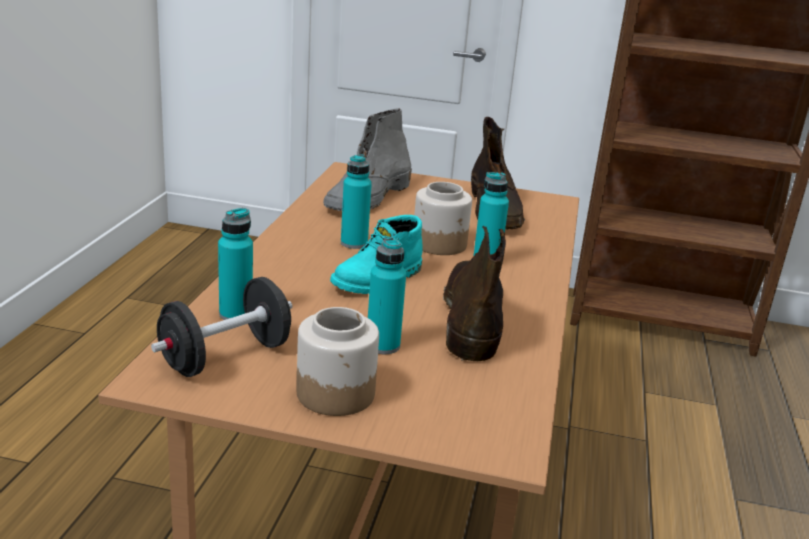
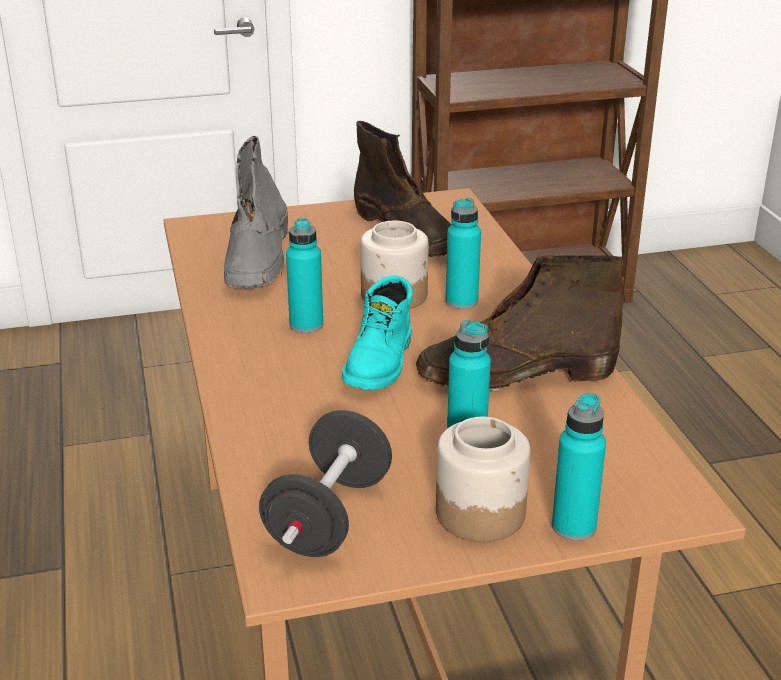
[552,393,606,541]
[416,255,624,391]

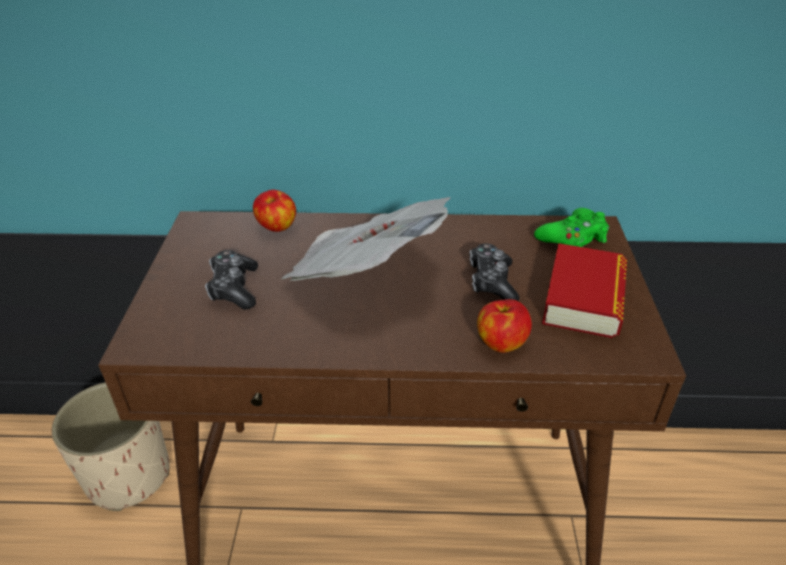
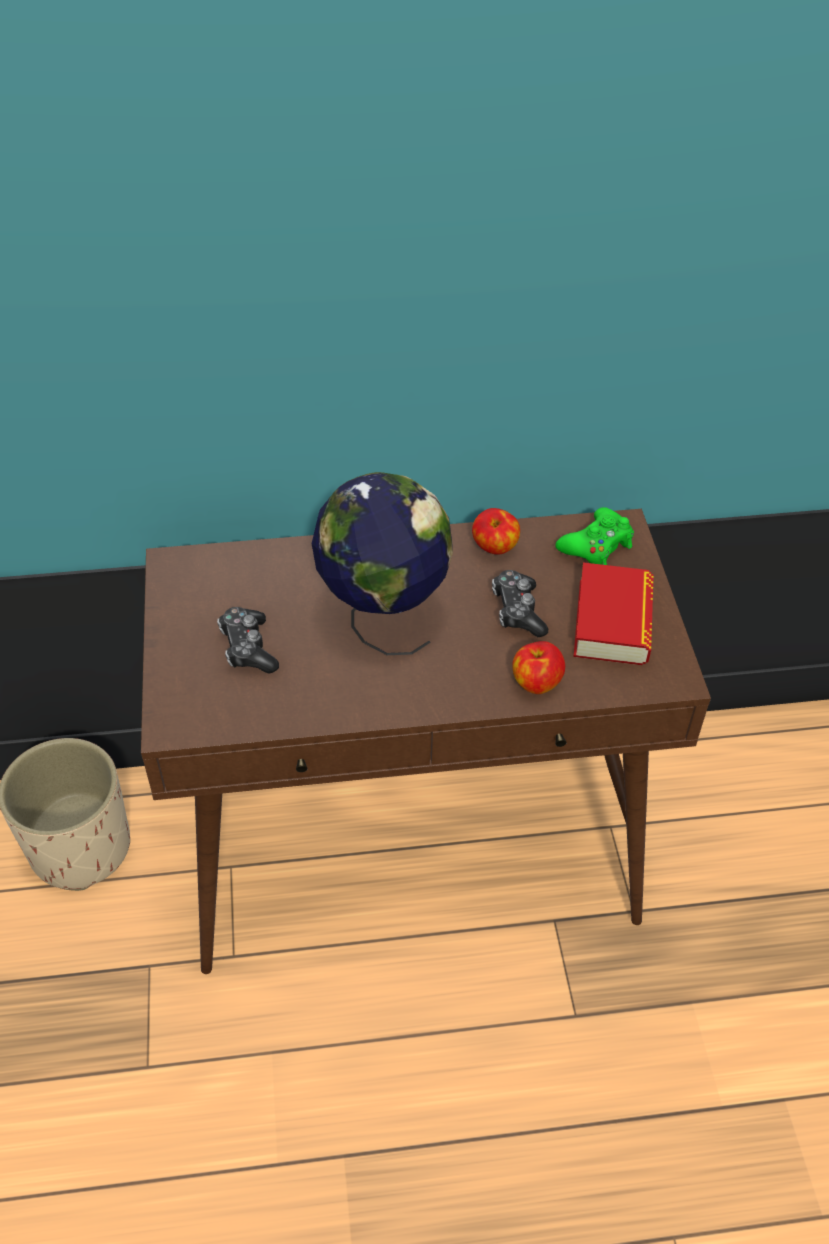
[472,508,520,555]
[312,472,453,655]

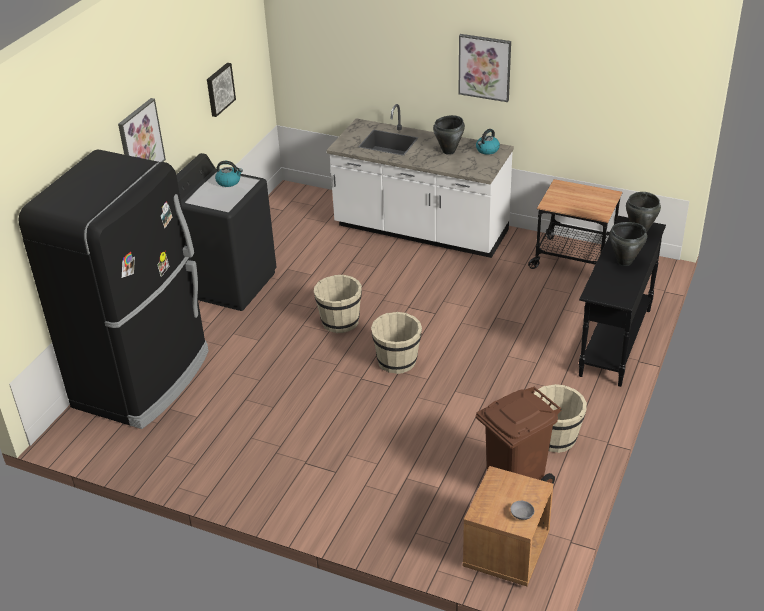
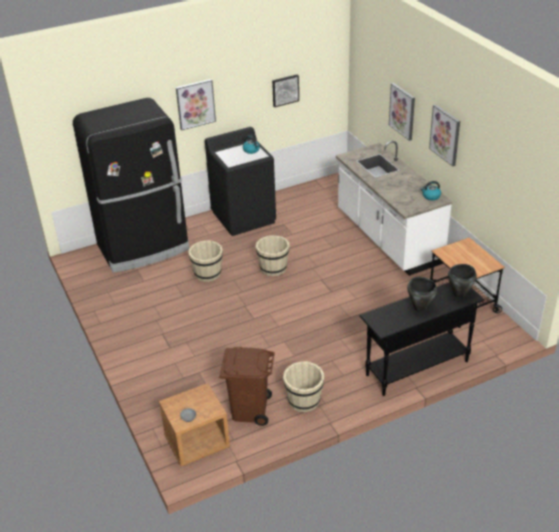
[188,240,223,282]
[433,115,465,155] (first image)
[389,83,415,141]

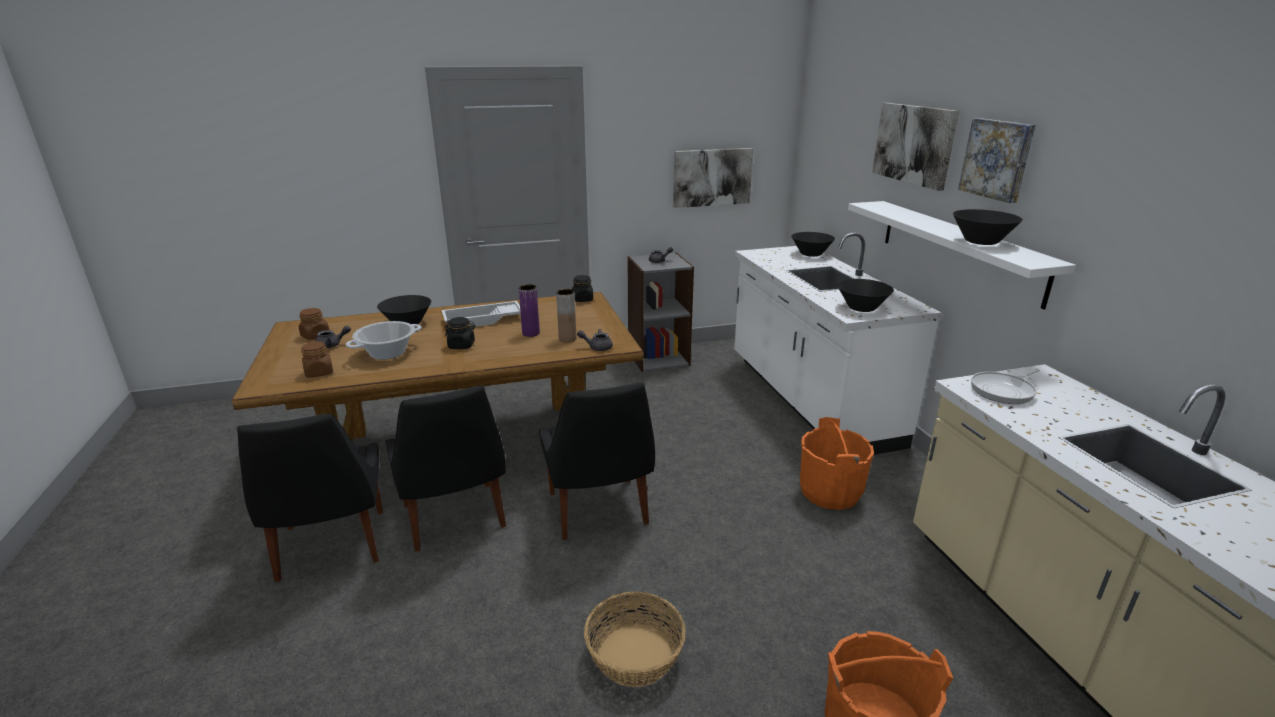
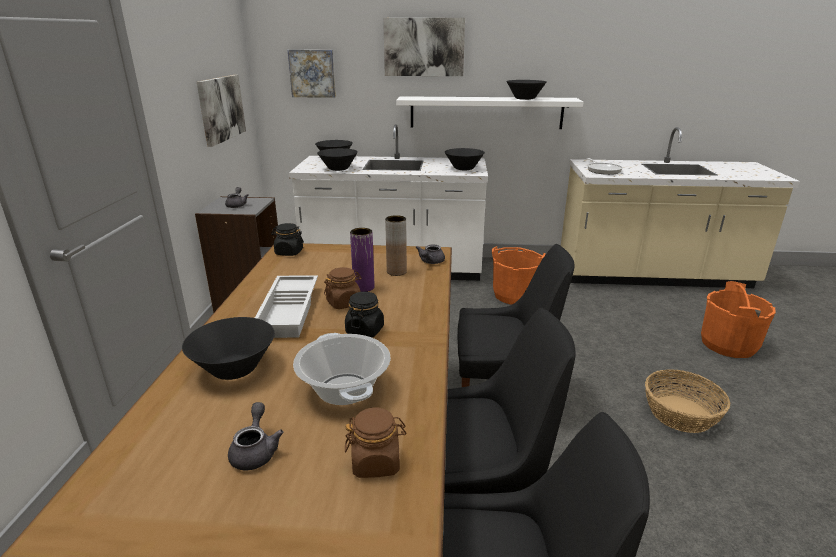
[324,267,362,309]
[288,50,336,98]
[317,148,358,171]

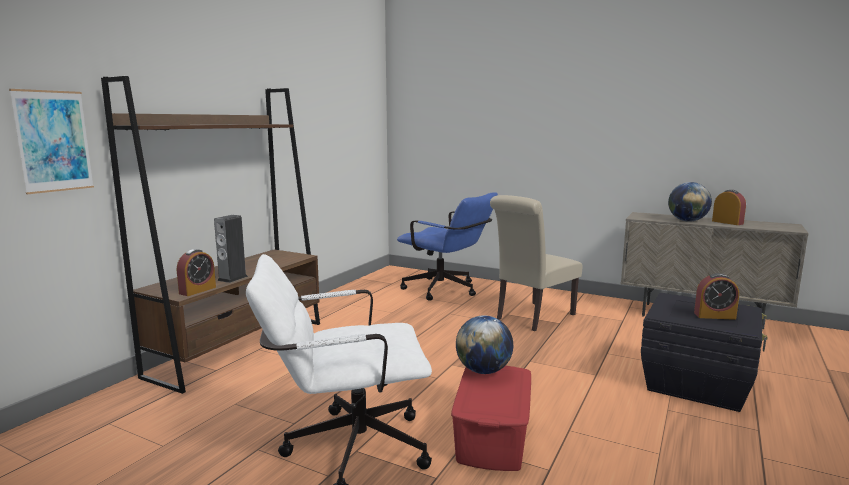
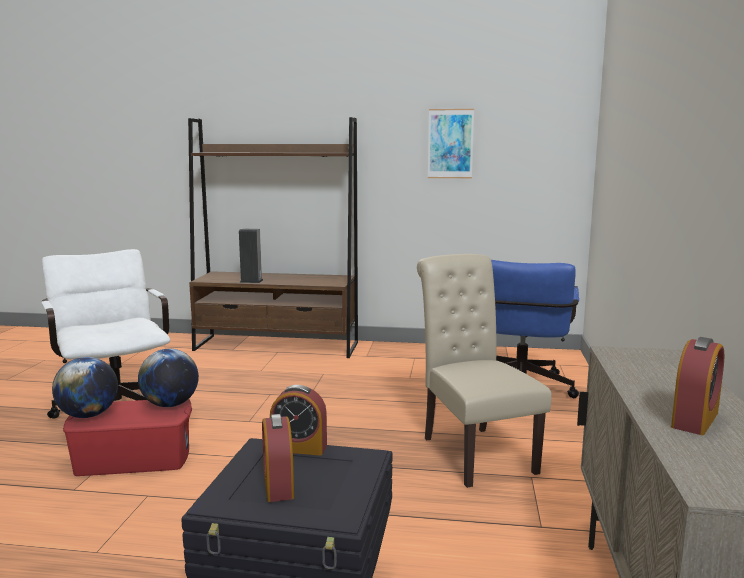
[428,109,474,178]
[270,385,327,456]
[417,254,552,488]
[52,357,118,418]

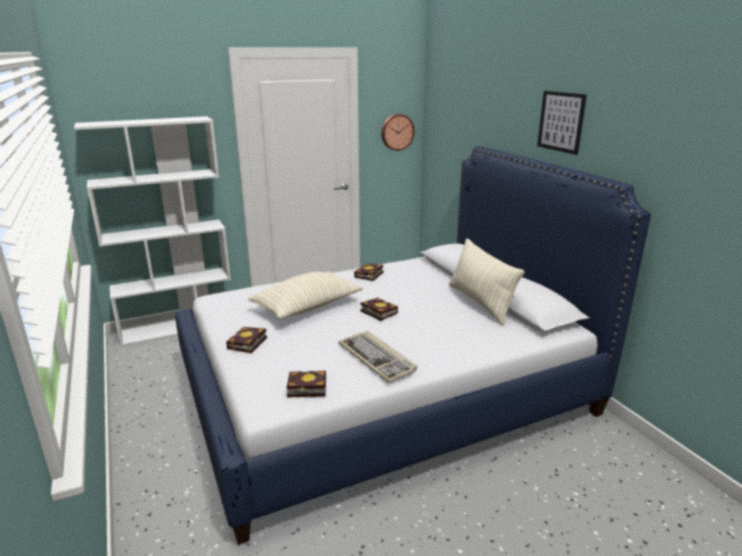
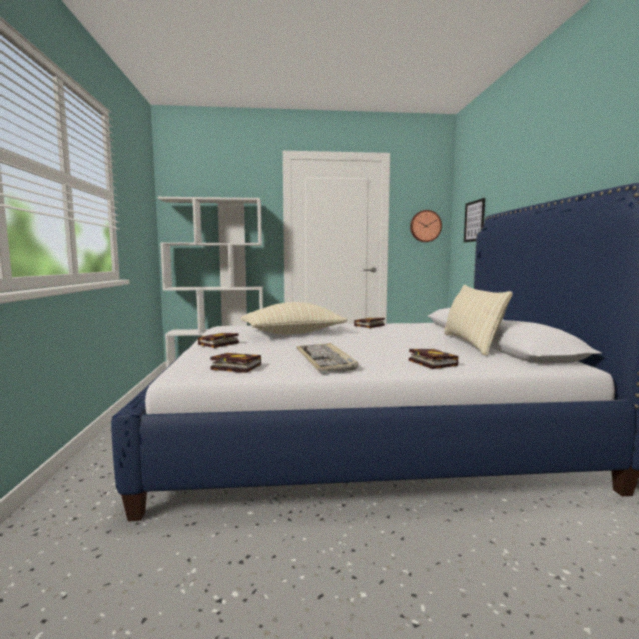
[409,349,459,369]
[464,198,485,242]

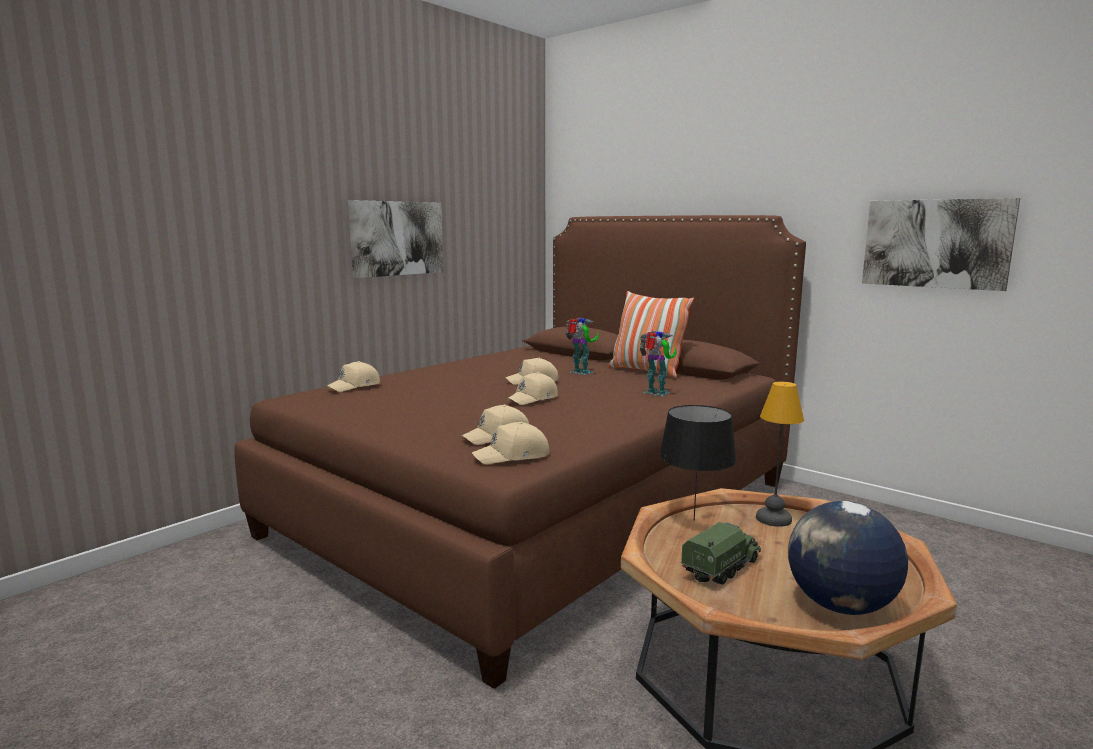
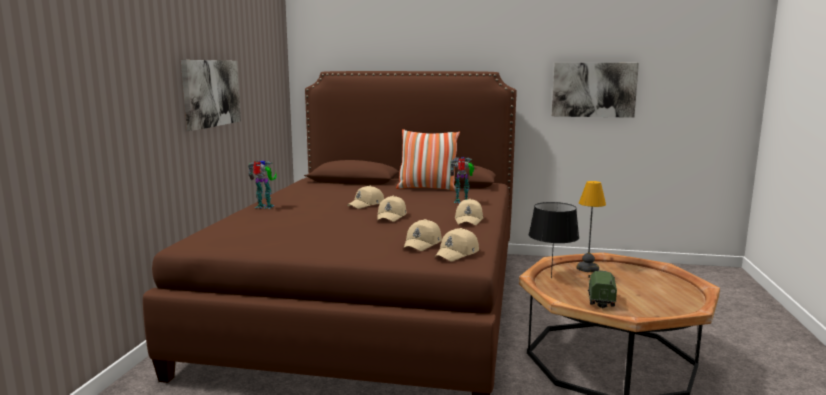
[455,199,483,225]
[248,160,277,209]
[788,501,908,615] (first image)

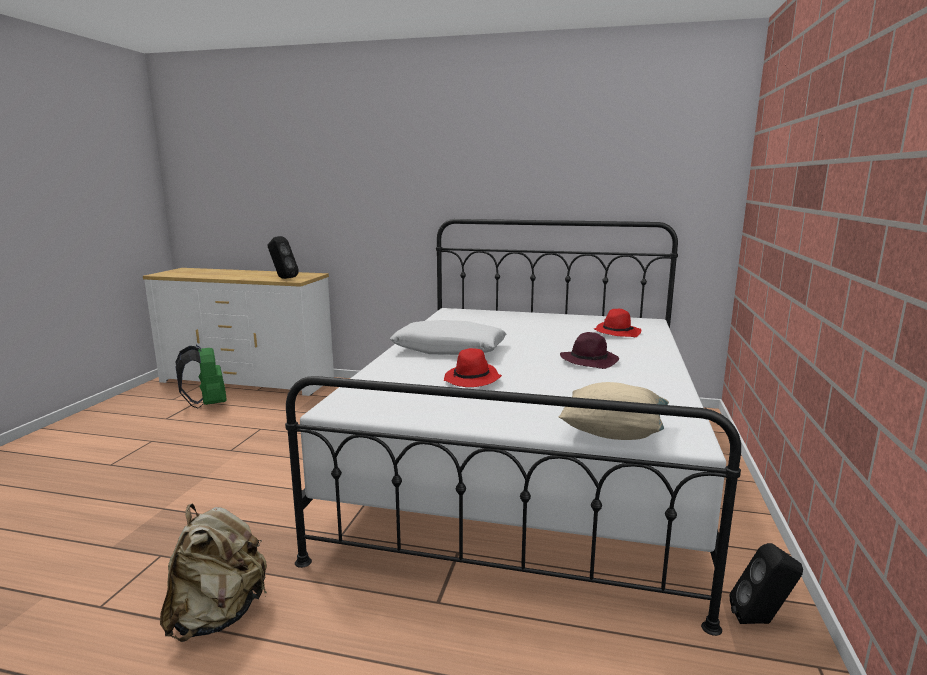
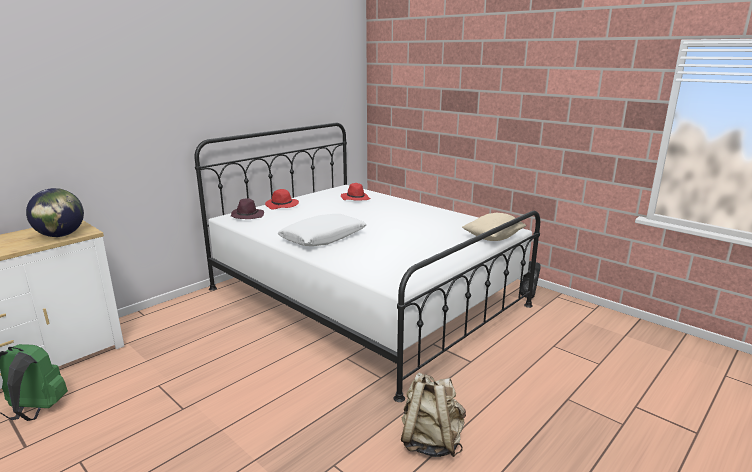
[26,188,84,237]
[265,189,299,210]
[231,198,264,219]

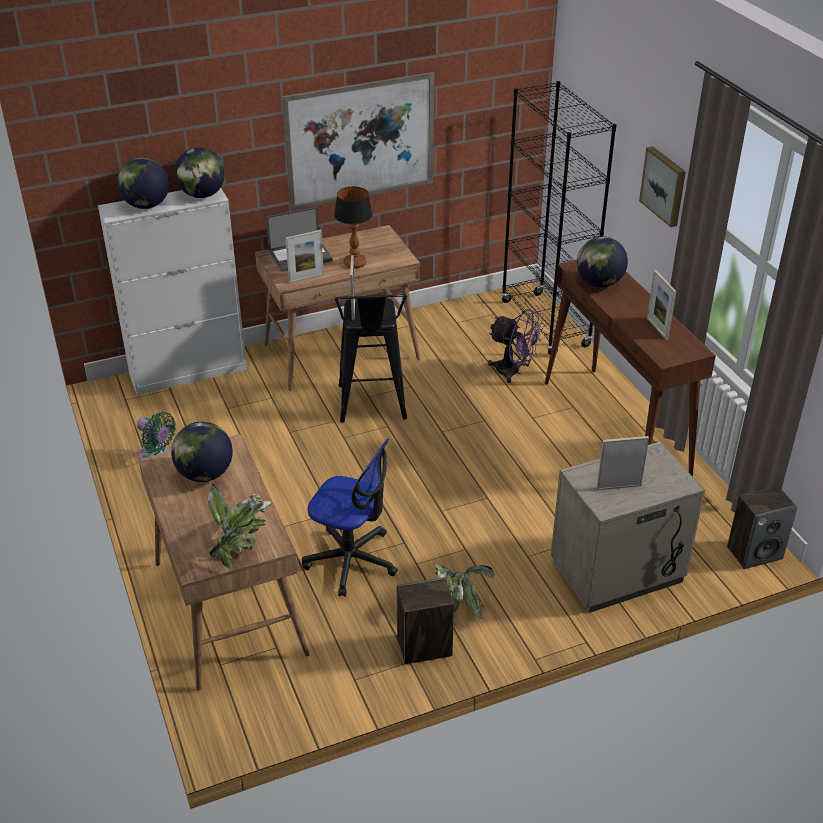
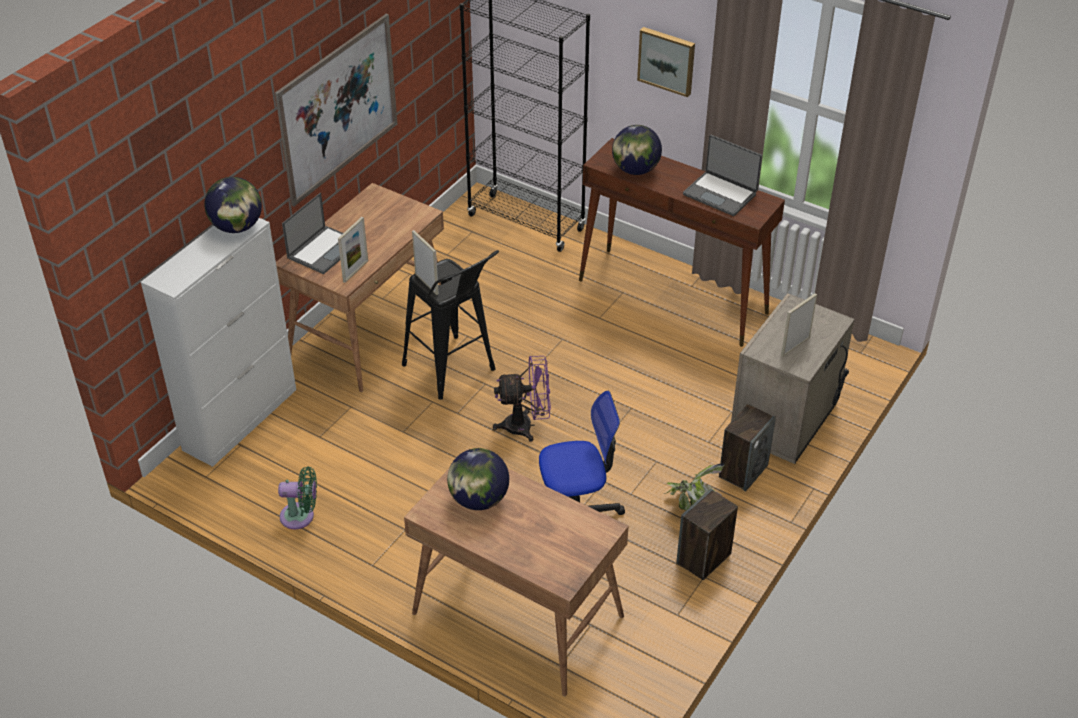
[117,157,169,209] (first image)
[207,484,272,569] (first image)
[334,186,373,268] (first image)
[493,356,551,442]
[683,135,762,216]
[719,404,776,491]

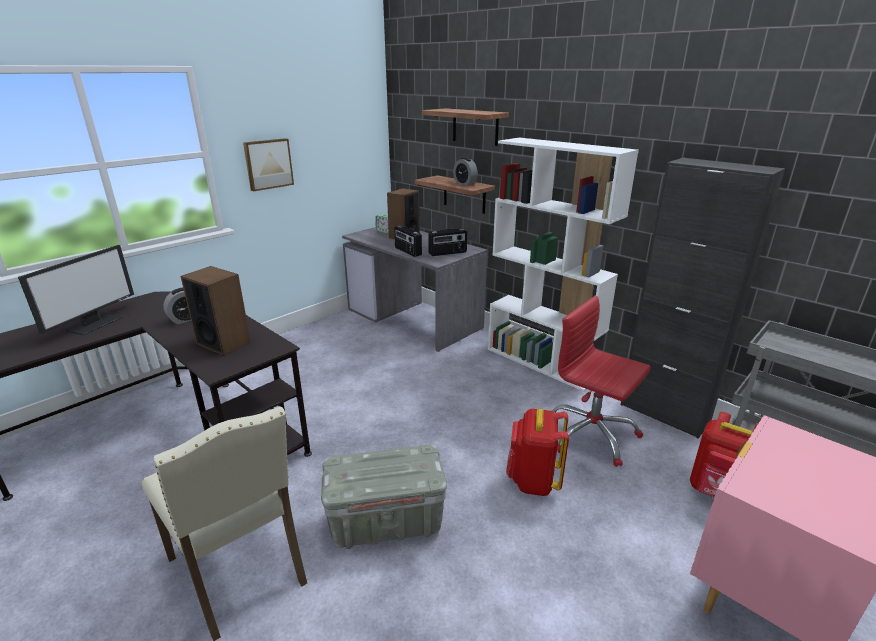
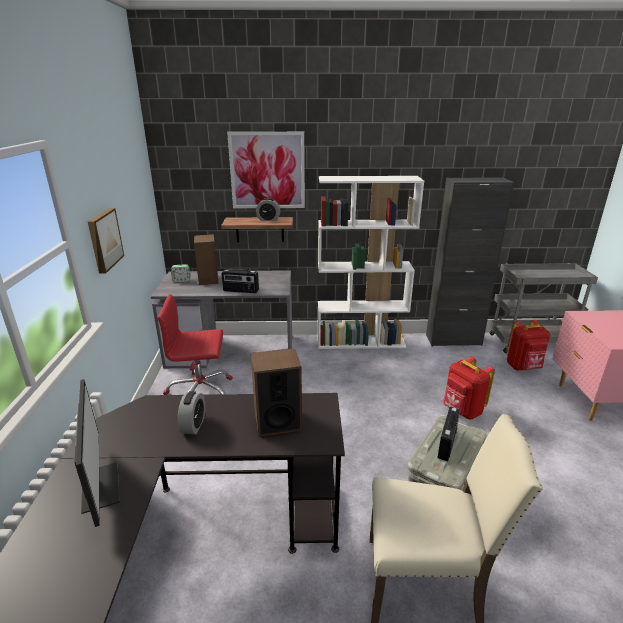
[227,132,305,208]
[437,407,460,461]
[158,294,233,395]

